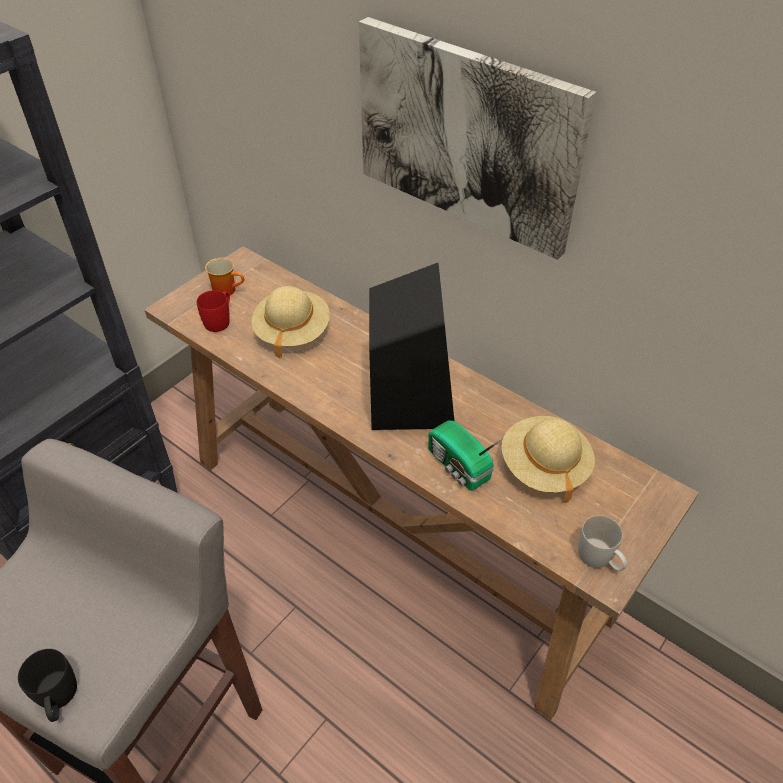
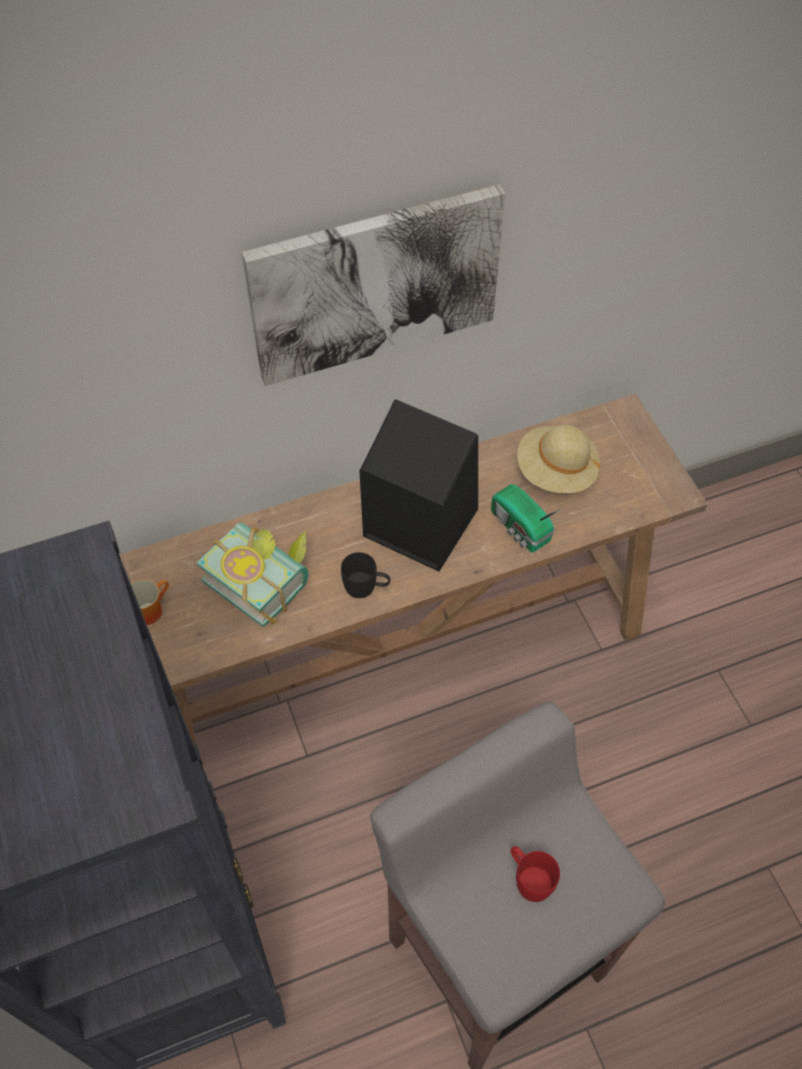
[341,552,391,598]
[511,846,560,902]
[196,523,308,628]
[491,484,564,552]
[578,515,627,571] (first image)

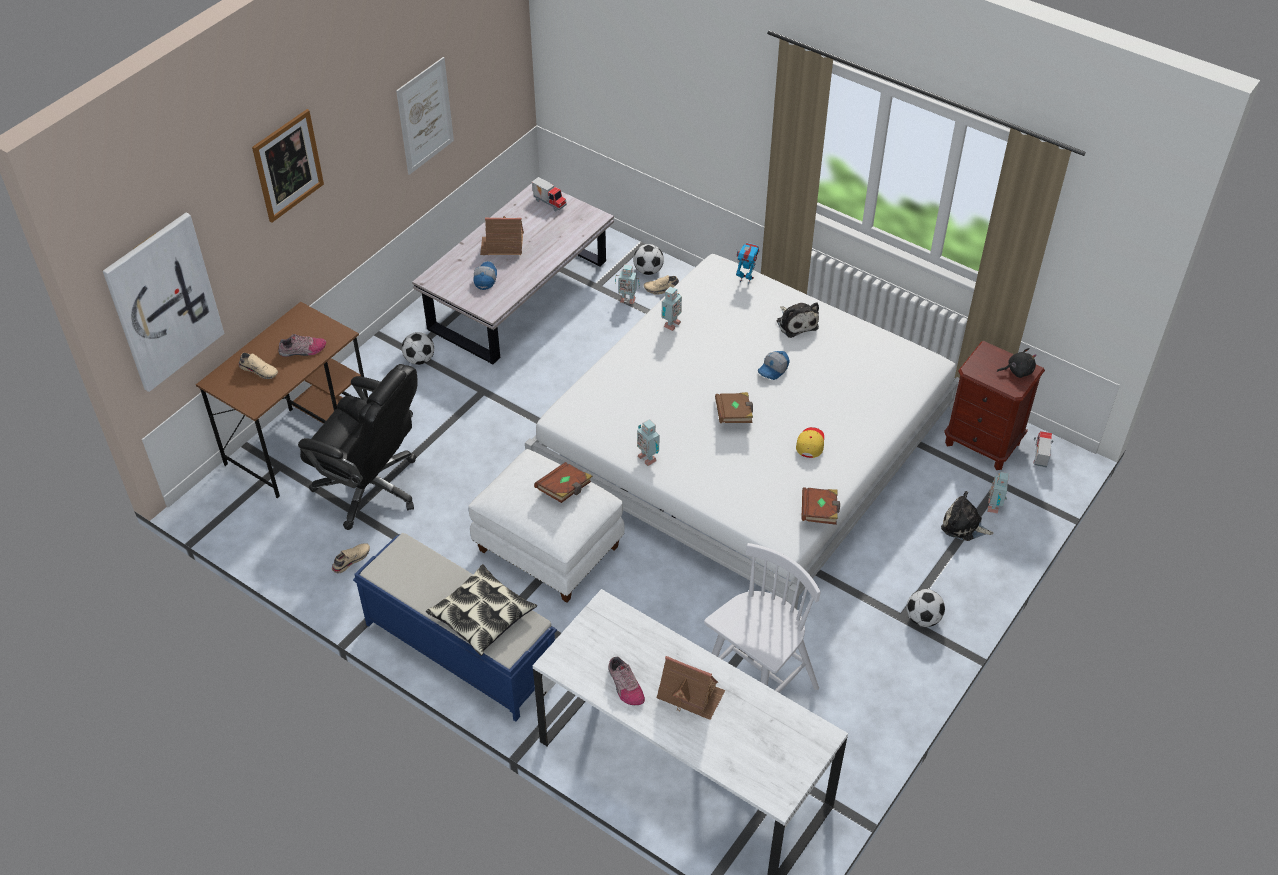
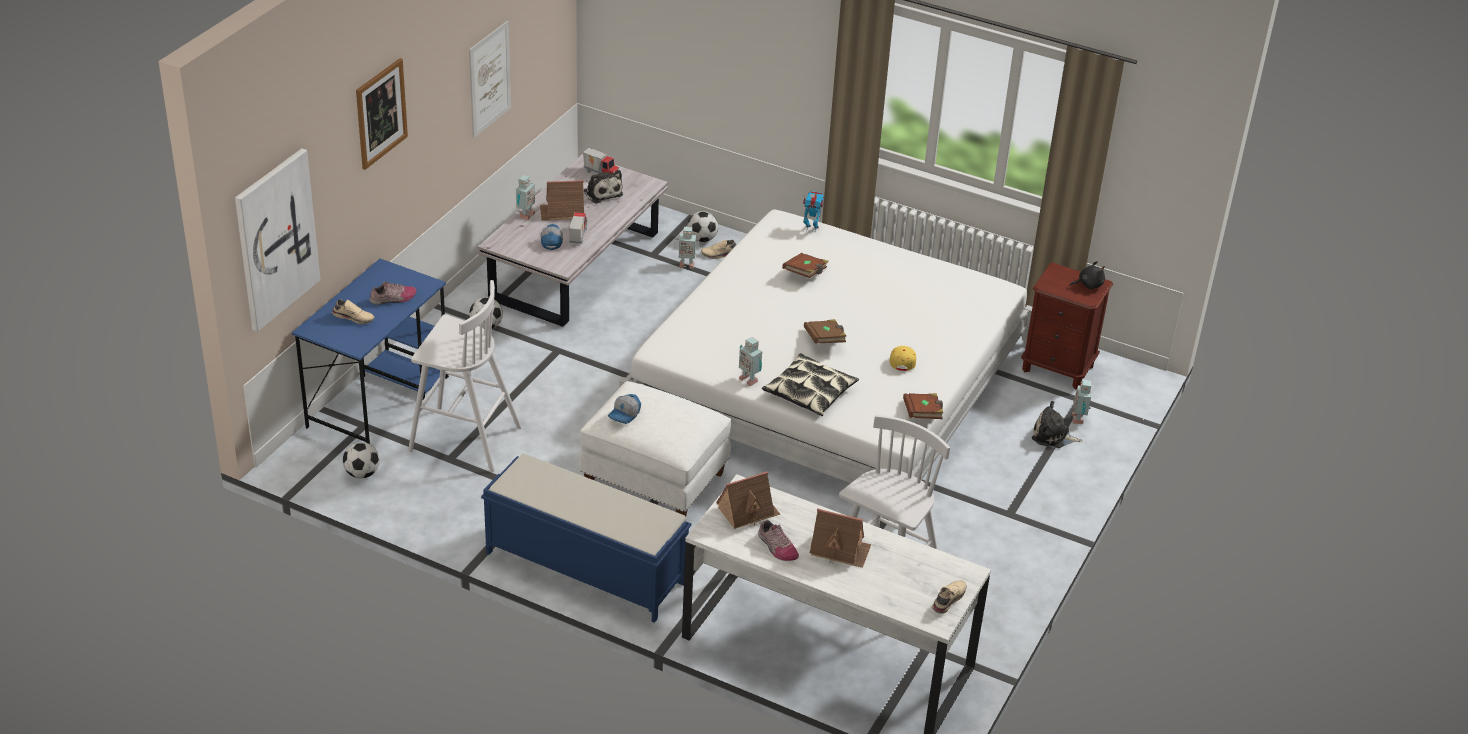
[292,259,448,444]
[408,280,522,472]
[932,580,967,614]
[762,353,859,416]
[782,253,829,278]
[516,175,535,220]
[608,394,641,424]
[584,170,623,204]
[343,442,380,479]
[569,212,587,244]
[716,471,780,529]

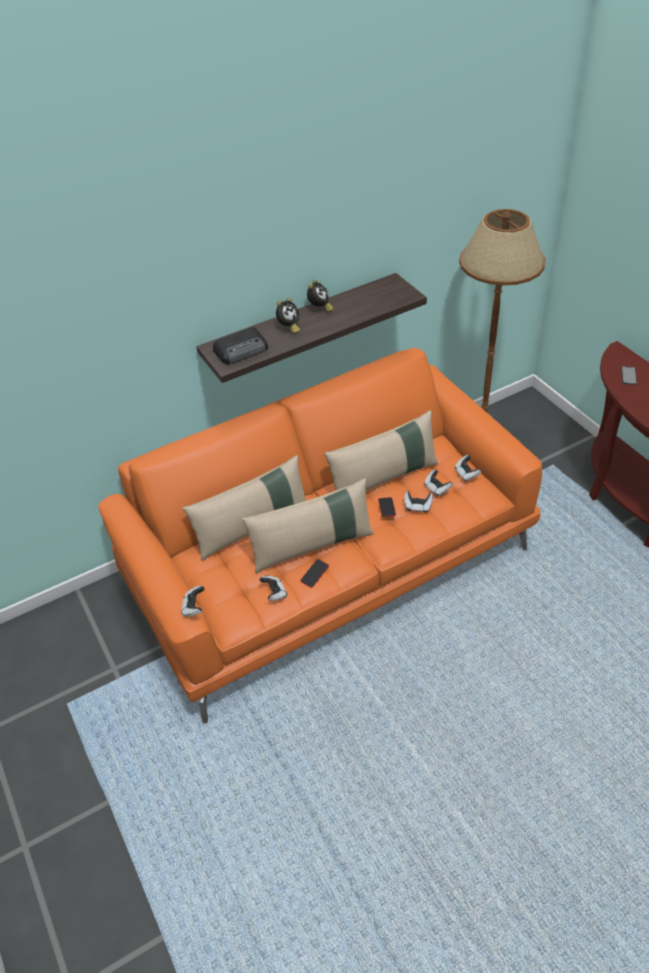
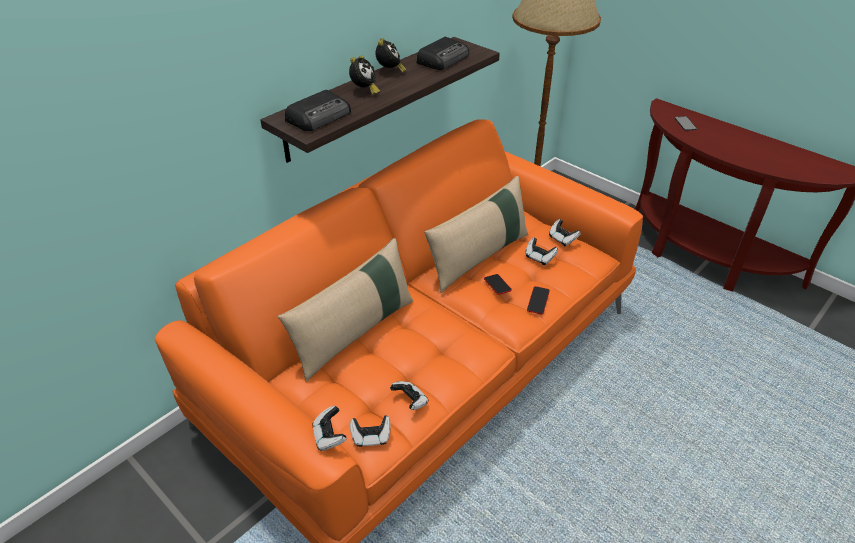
[242,478,374,574] (first image)
[527,286,550,315]
[350,415,391,447]
[417,37,469,70]

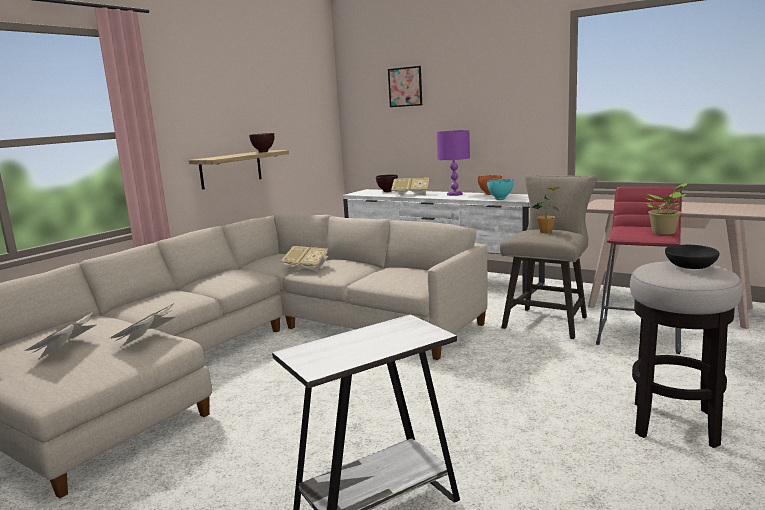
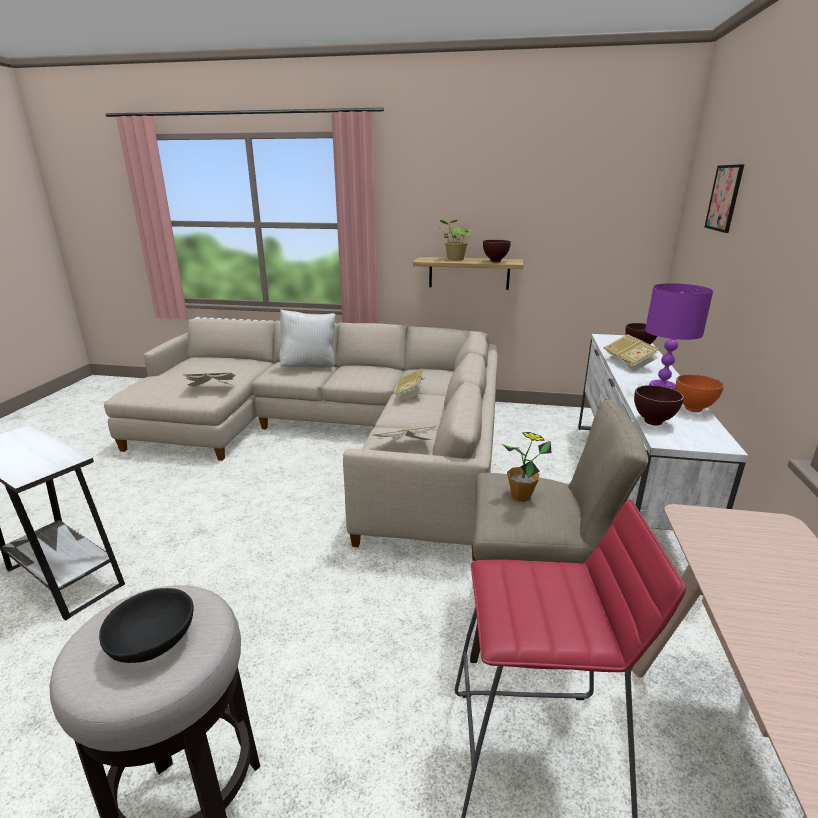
[373,426,436,447]
[634,385,684,426]
[440,220,472,260]
[279,309,335,368]

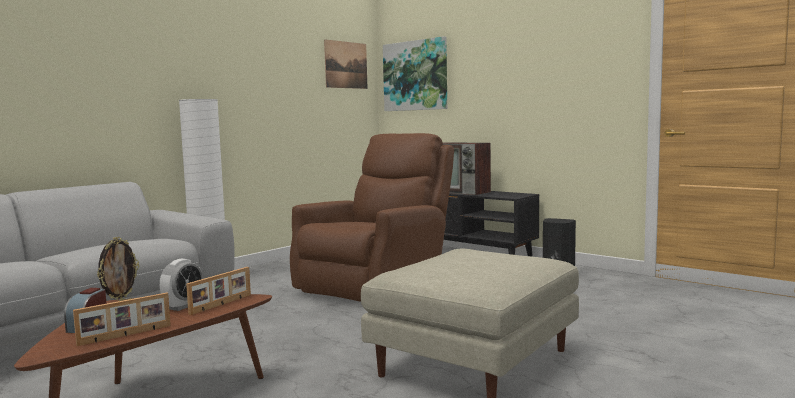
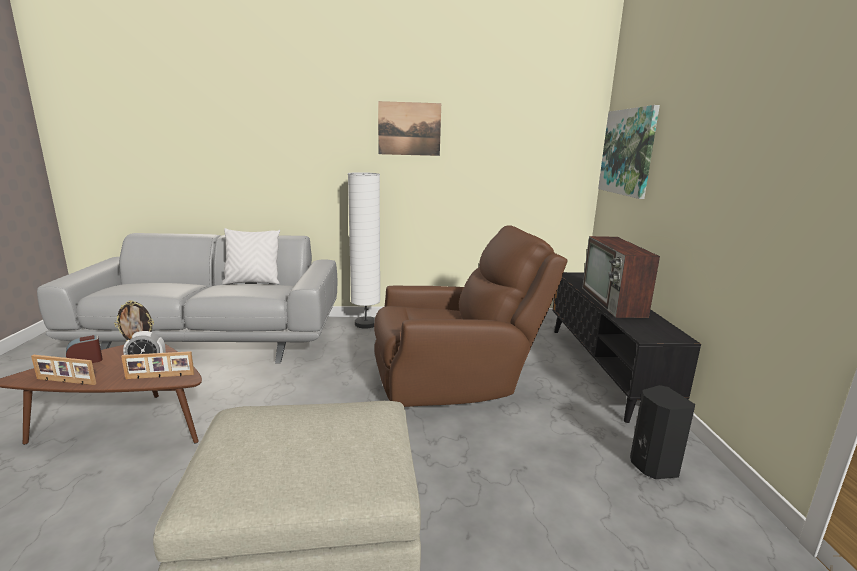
[378,101,441,156]
[222,228,280,285]

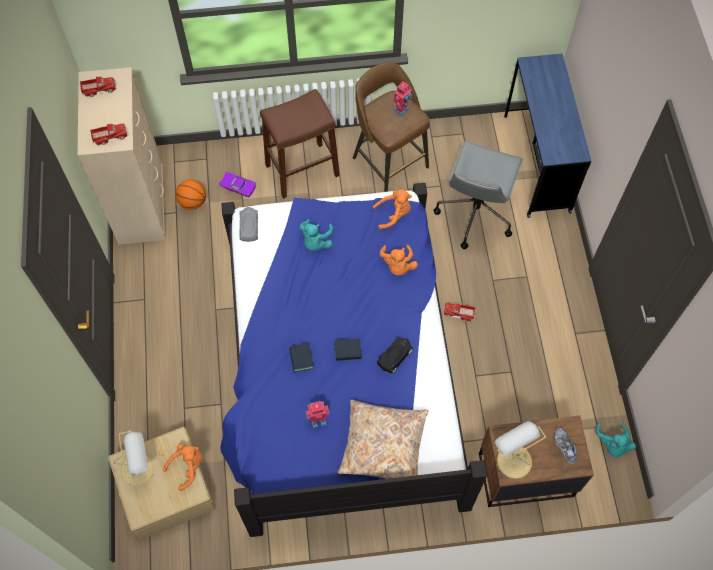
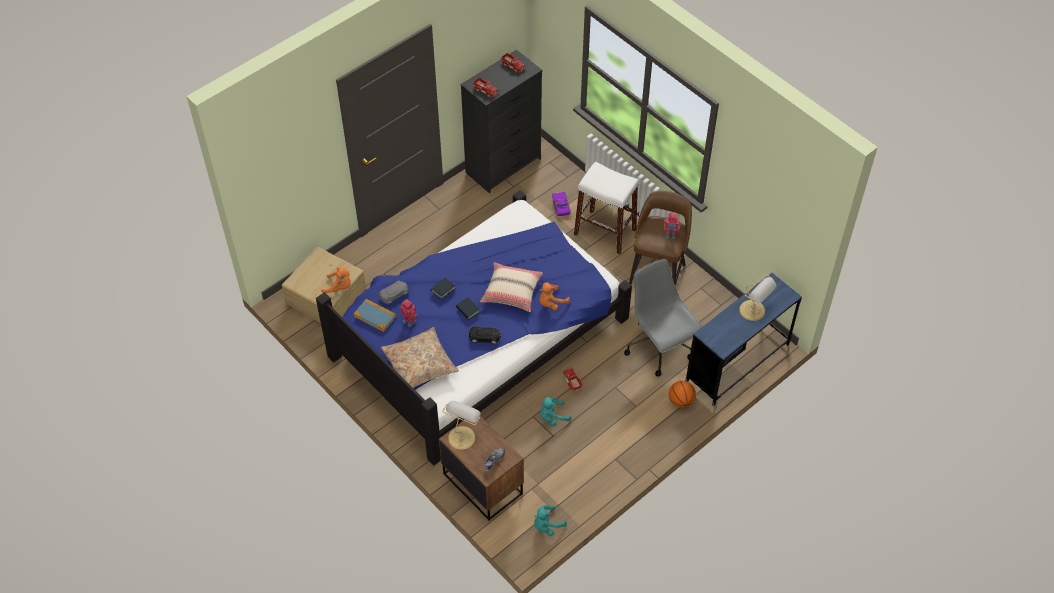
[460,49,542,194]
[740,274,777,321]
[669,381,696,408]
[378,281,409,304]
[574,161,639,254]
[540,397,571,426]
[372,190,412,230] (first image)
[624,259,703,377]
[354,299,396,332]
[480,262,543,312]

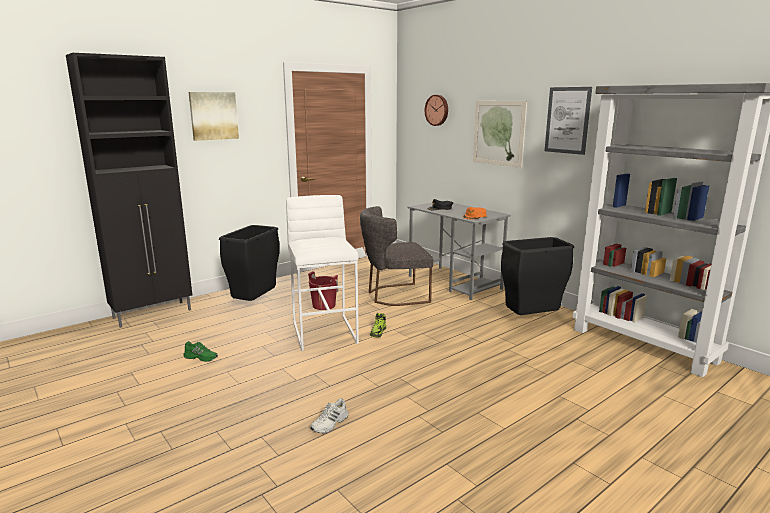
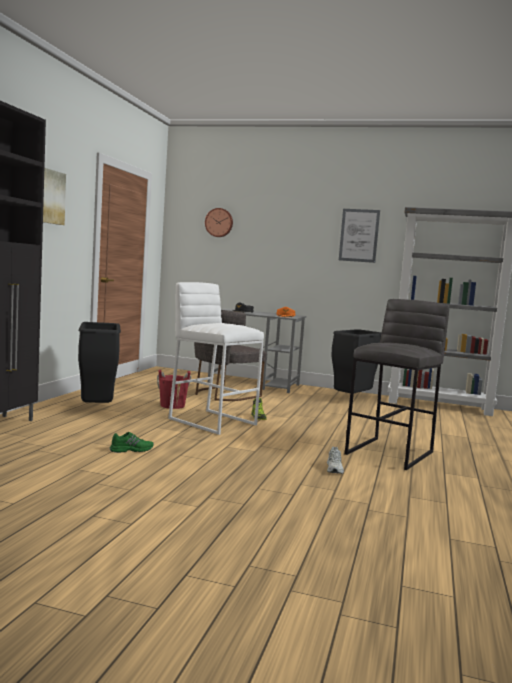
[473,101,527,168] (first image)
[345,299,450,470]

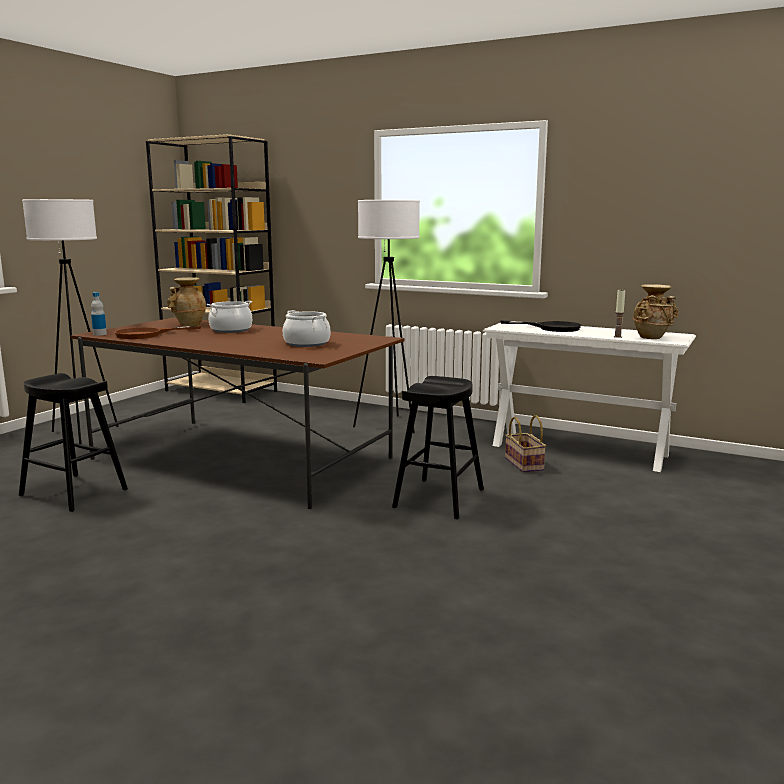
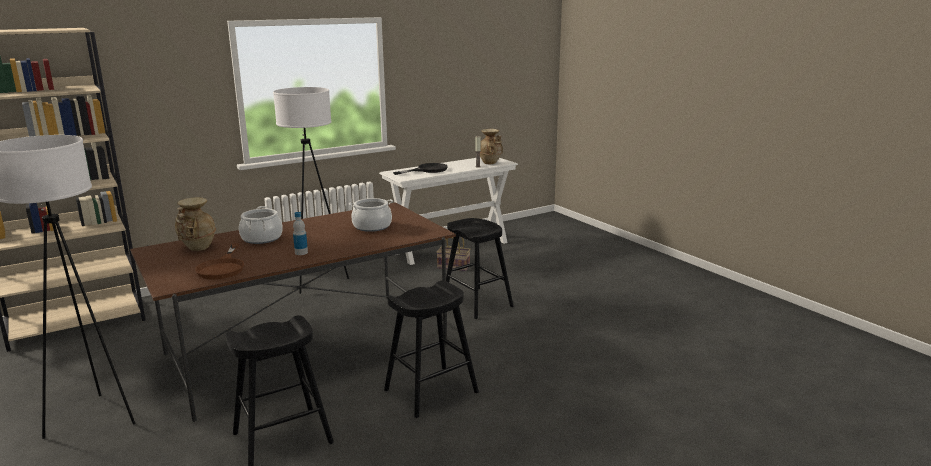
[293,212,308,255]
[384,281,479,418]

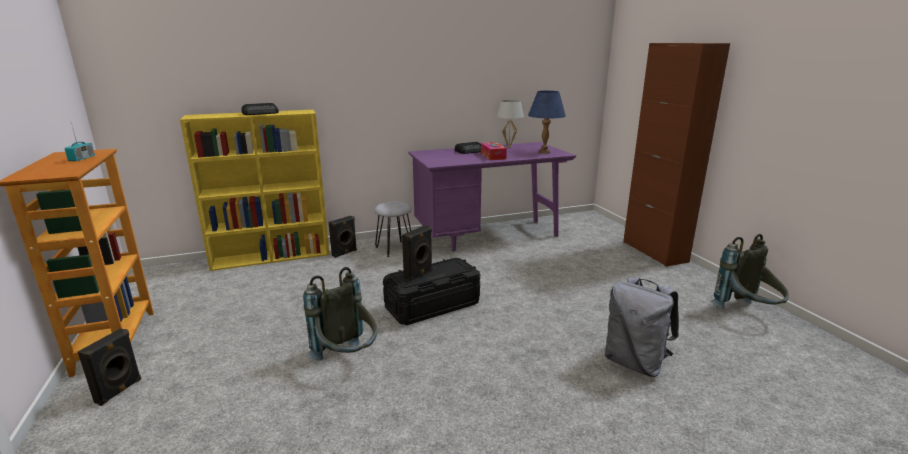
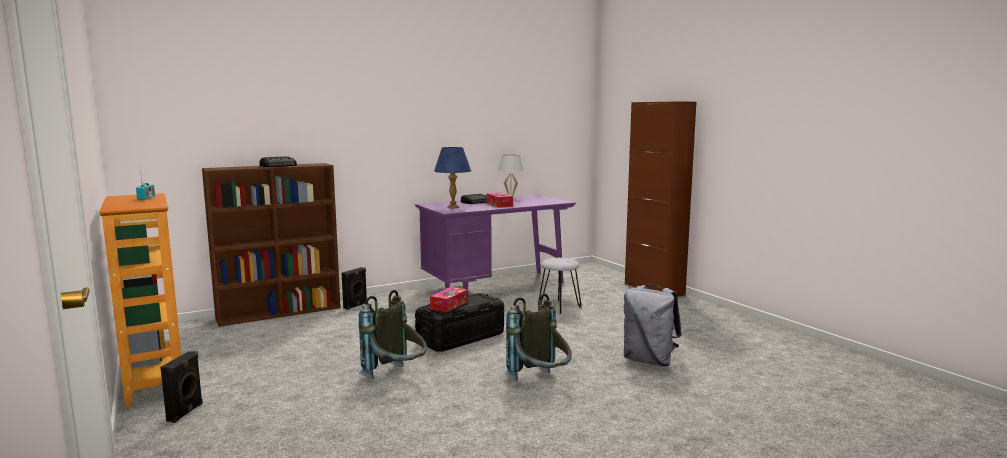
[202,163,341,327]
[538,258,581,314]
[430,287,468,312]
[434,147,471,209]
[504,294,572,380]

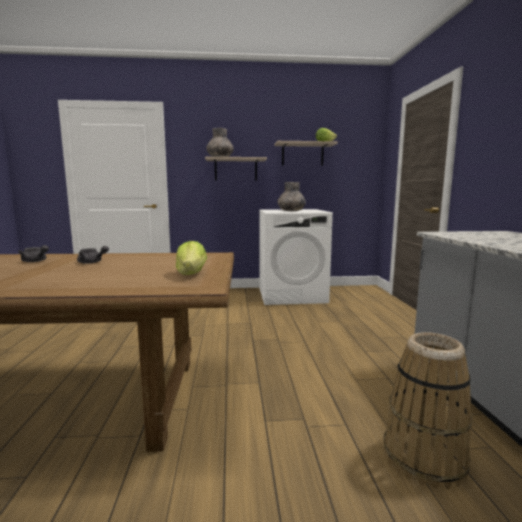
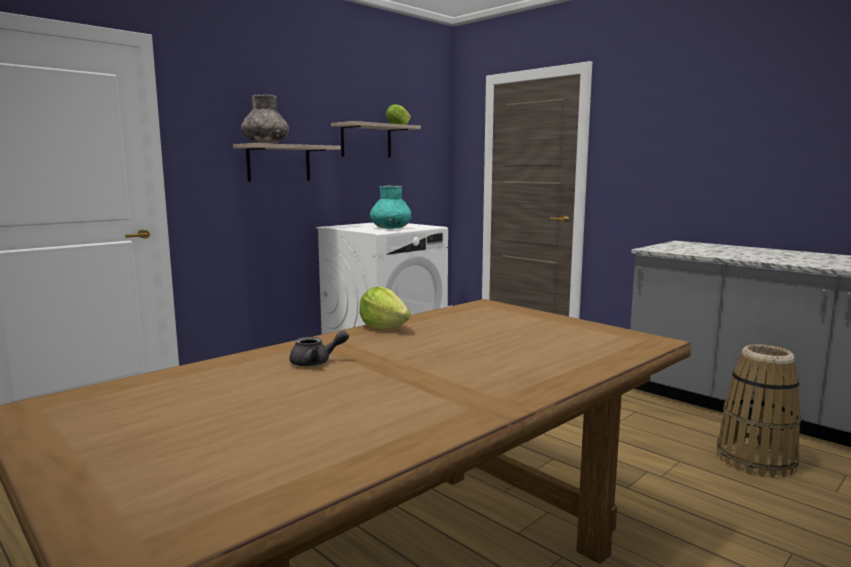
[77,246,109,264] (first image)
[359,287,411,330]
[370,186,412,229]

